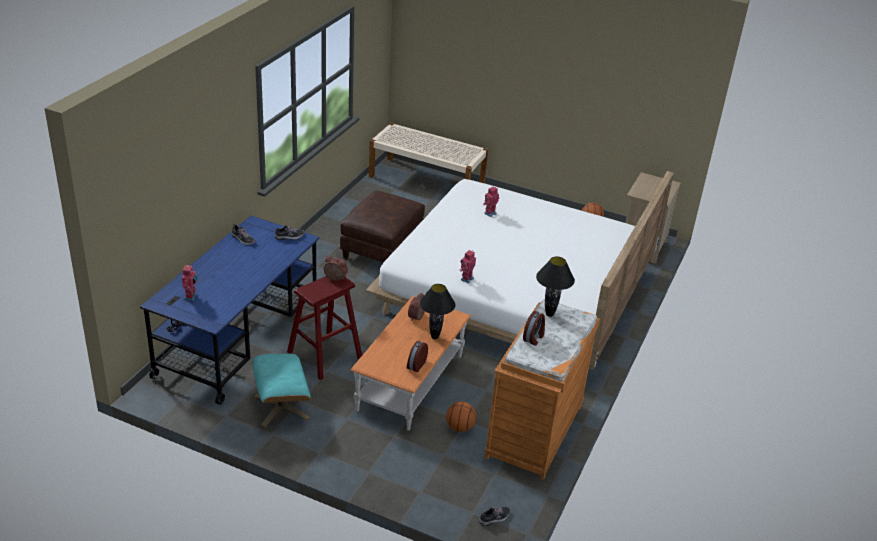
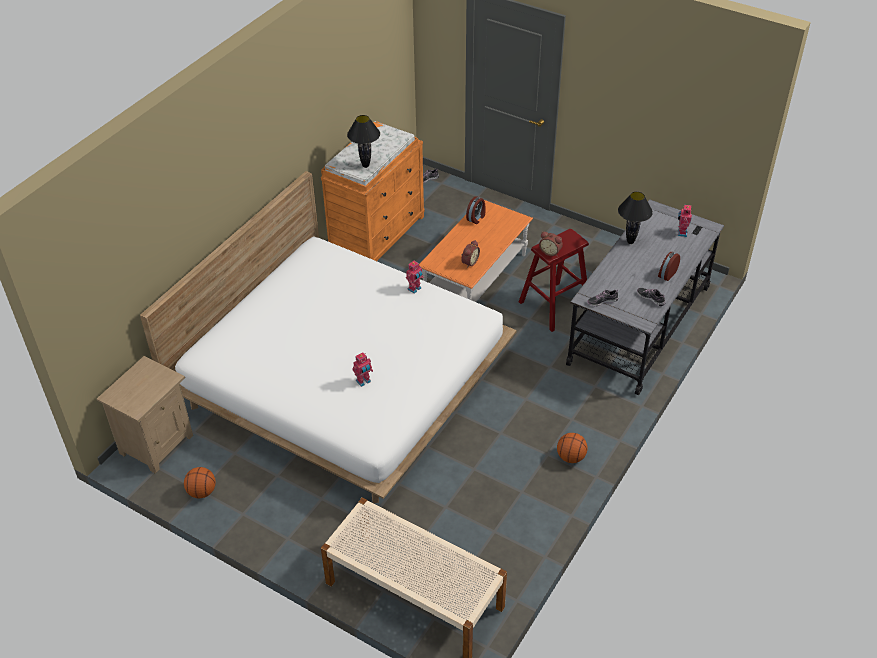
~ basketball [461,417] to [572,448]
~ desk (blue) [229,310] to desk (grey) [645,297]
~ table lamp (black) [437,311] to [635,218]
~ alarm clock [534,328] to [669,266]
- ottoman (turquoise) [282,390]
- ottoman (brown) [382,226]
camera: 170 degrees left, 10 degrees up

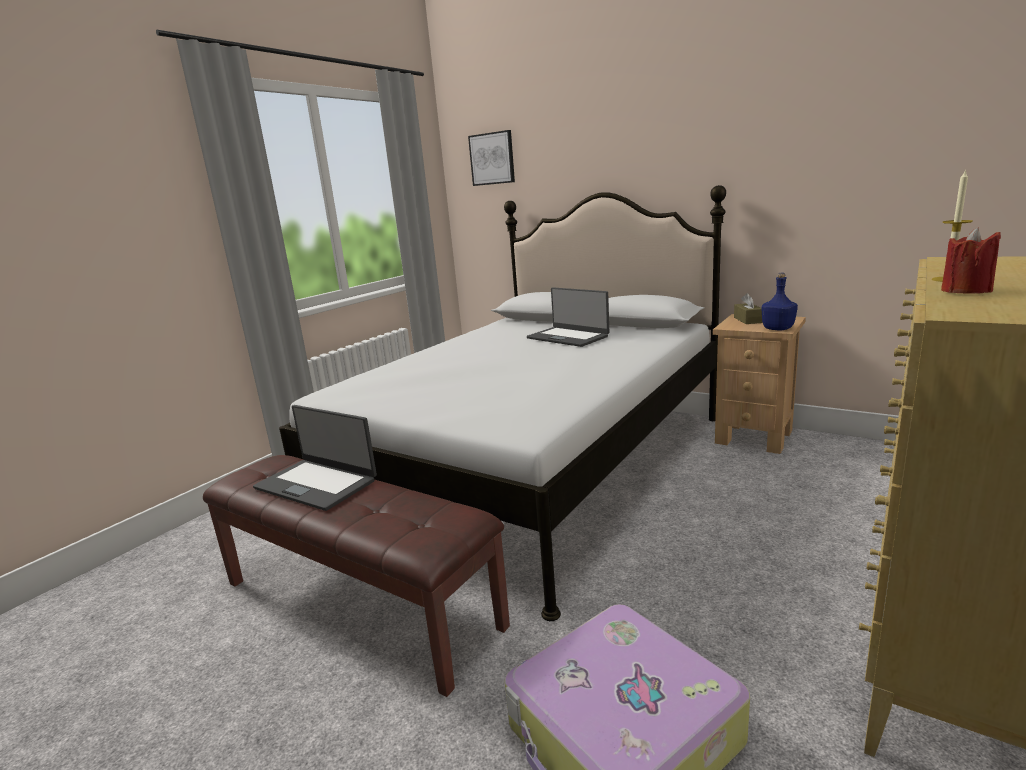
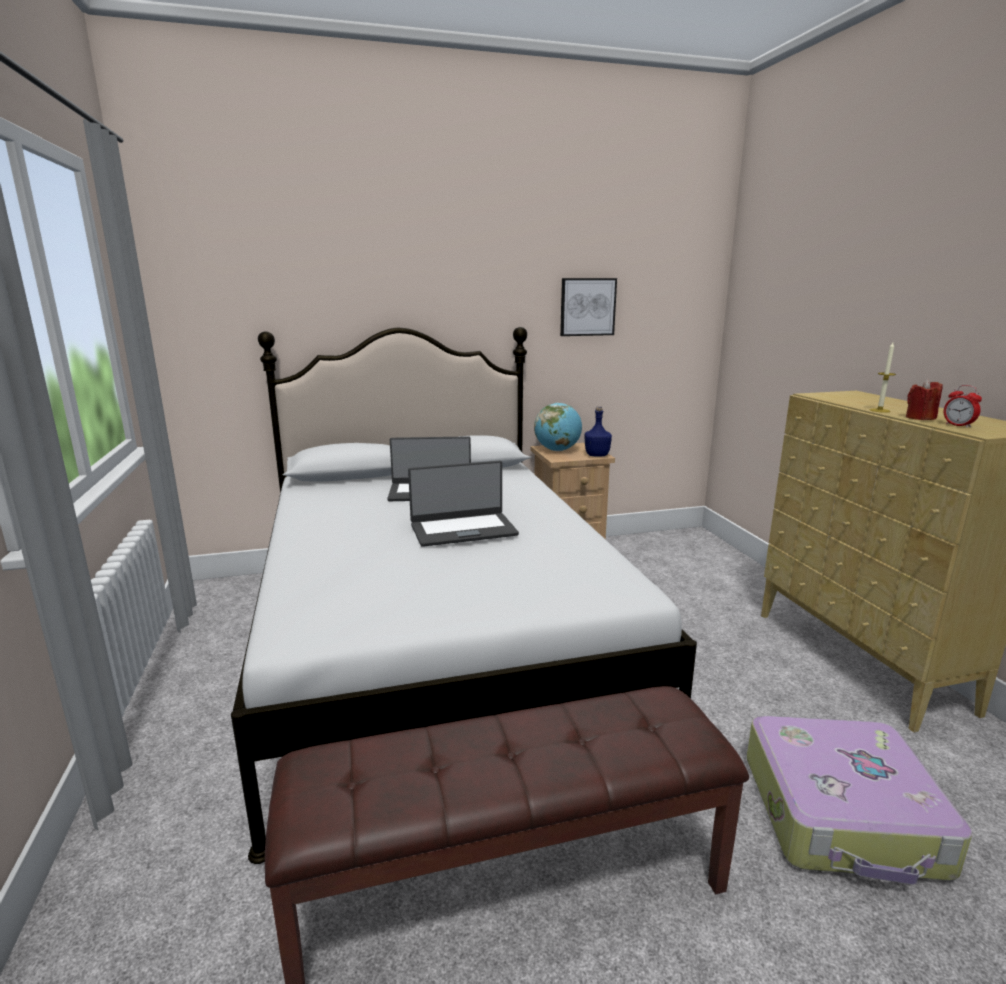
~ laptop [315,458] to [463,504]
~ tissue box (brown) [748,308] to globe [558,427]
~ picture [491,158] to [588,307]
+ alarm clock [963,406]
camera: 50 degrees left, 0 degrees up

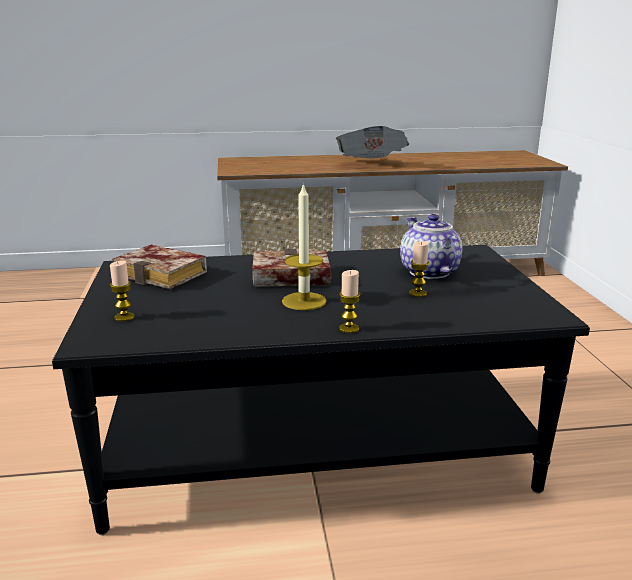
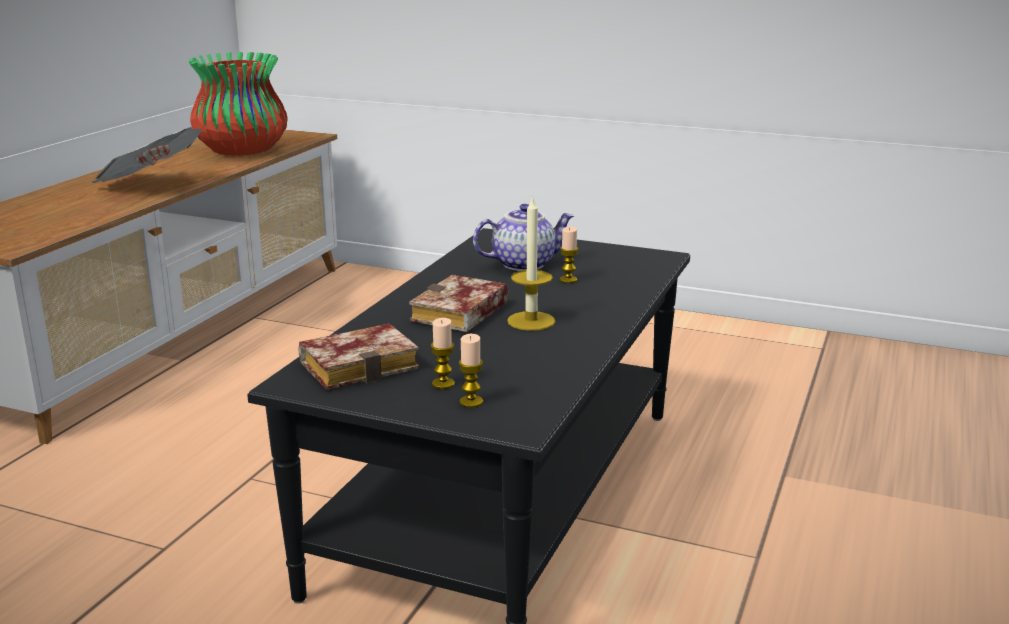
+ vase [238,104]
~ candle [349,301] to [443,353]
~ teapot [431,246] = [523,237] 150 degrees clockwise
camera: 60 degrees left, 0 degrees up

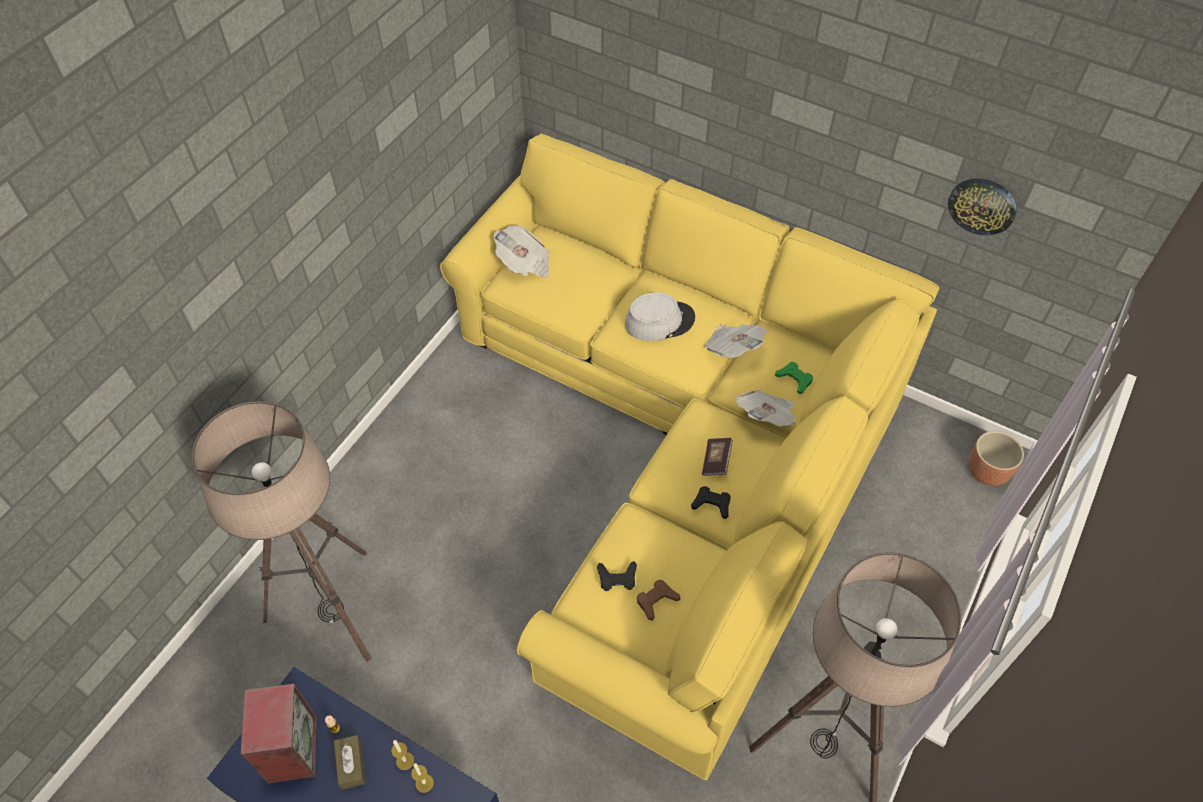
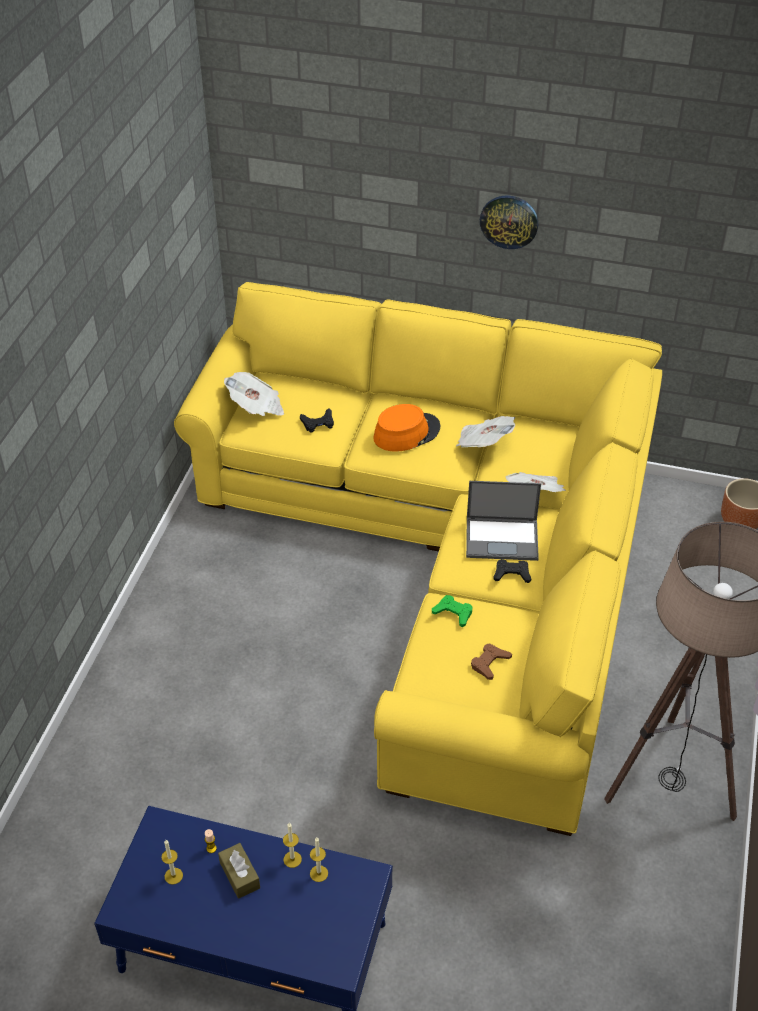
~ speaker [279,733] to candle [172,862]
~ game controller (black) [617,576] to [317,420]
~ hat (grey) [660,316] to hat (orange) [406,428]
~ game controller (green) [794,378] to [452,611]
~ book [717,457] to laptop [503,521]
~ wall clock [982,207] to [509,222]
- floor lamp [282,531]
camera: 15 degrees left, 10 degrees down

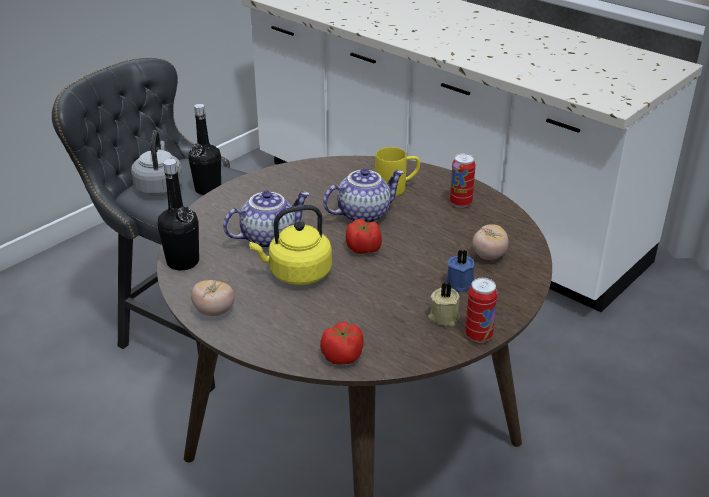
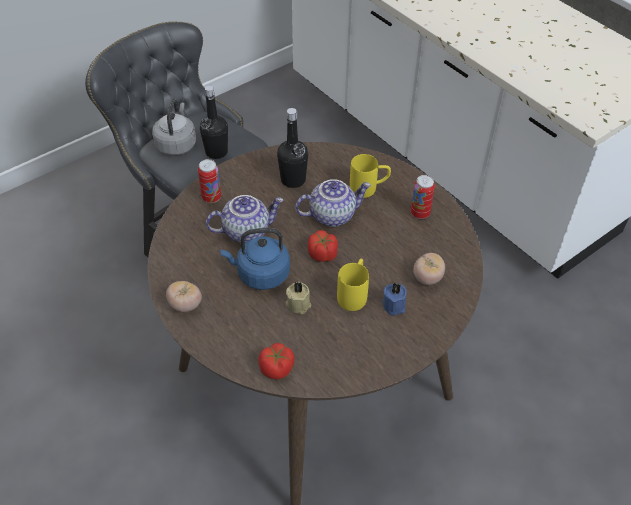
~ can [481,310] to [209,181]
~ kettle (yellow) [290,245] to kettle (blue) [255,259]
~ bottle (black) [178,214] to [292,148]
~ candle (beige) [444,304] to [298,298]
+ mug (yellow) [353,285]
camera: 10 degrees right, 15 degrees up

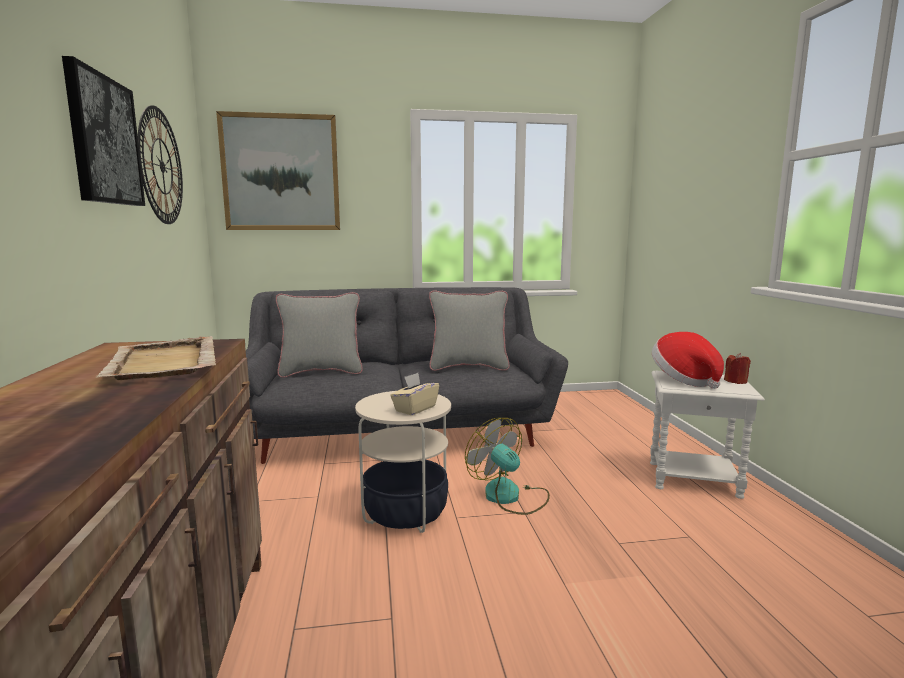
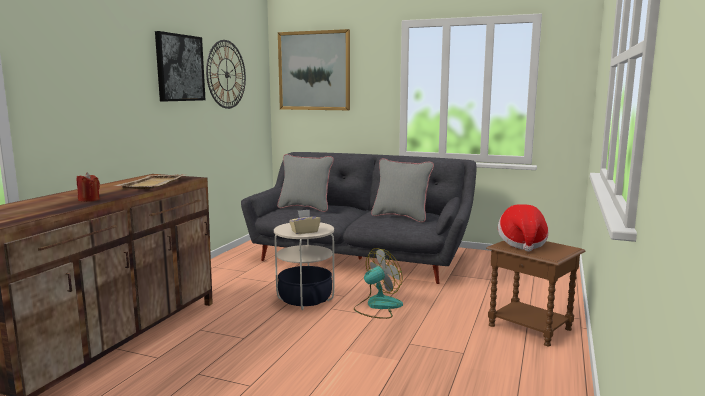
~ candle (red) [737,368] to [88,187]
~ fan [507,466] = [378,283] 60 degrees clockwise
~ side table (white) [707,434] to side table (brown) [536,293]
camera: 30 degrees right, 0 degrees up

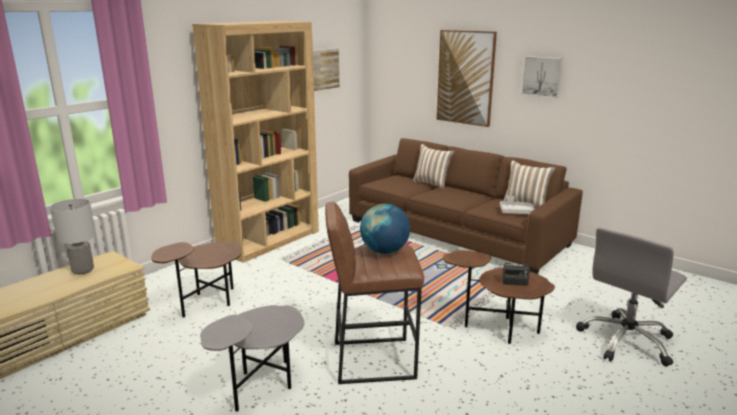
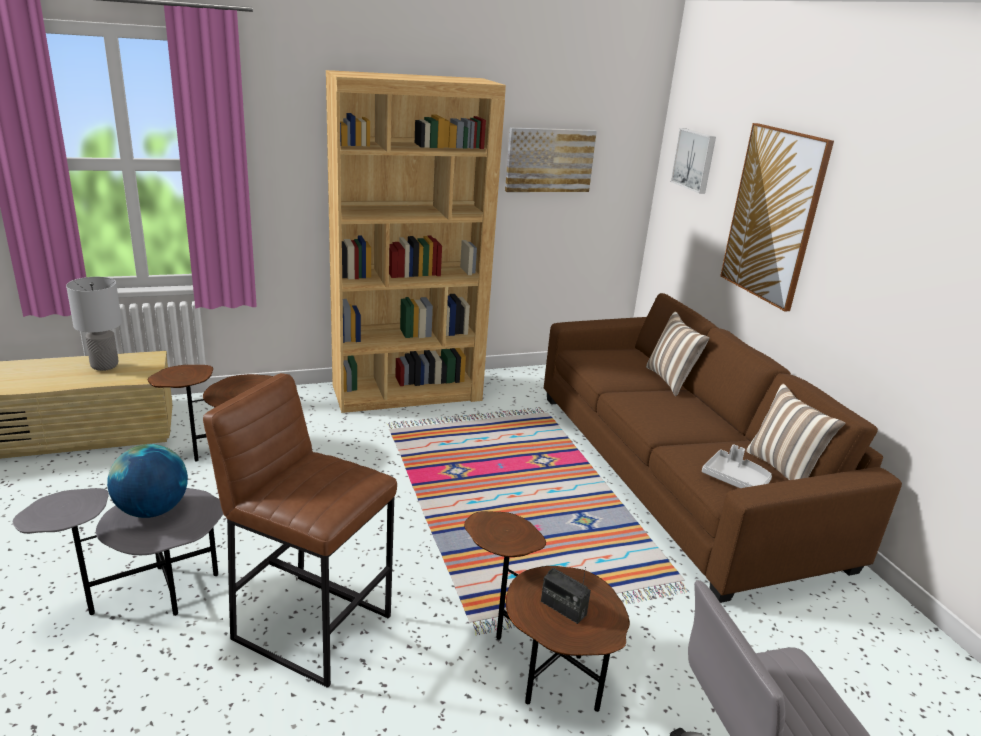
~ globe [385,229] to [147,481]
~ picture [542,77] to [693,160]
camera: 30 degrees right, 5 degrees up

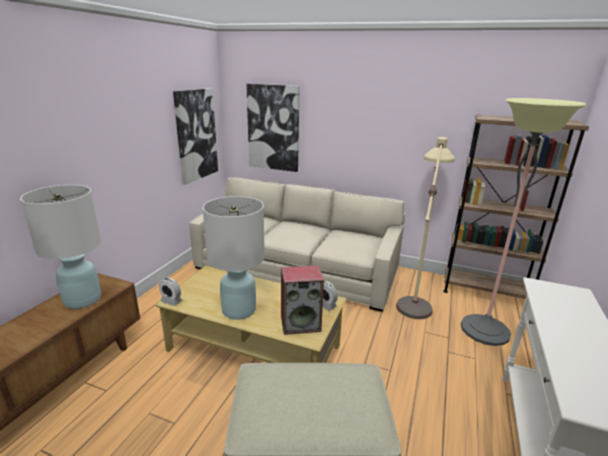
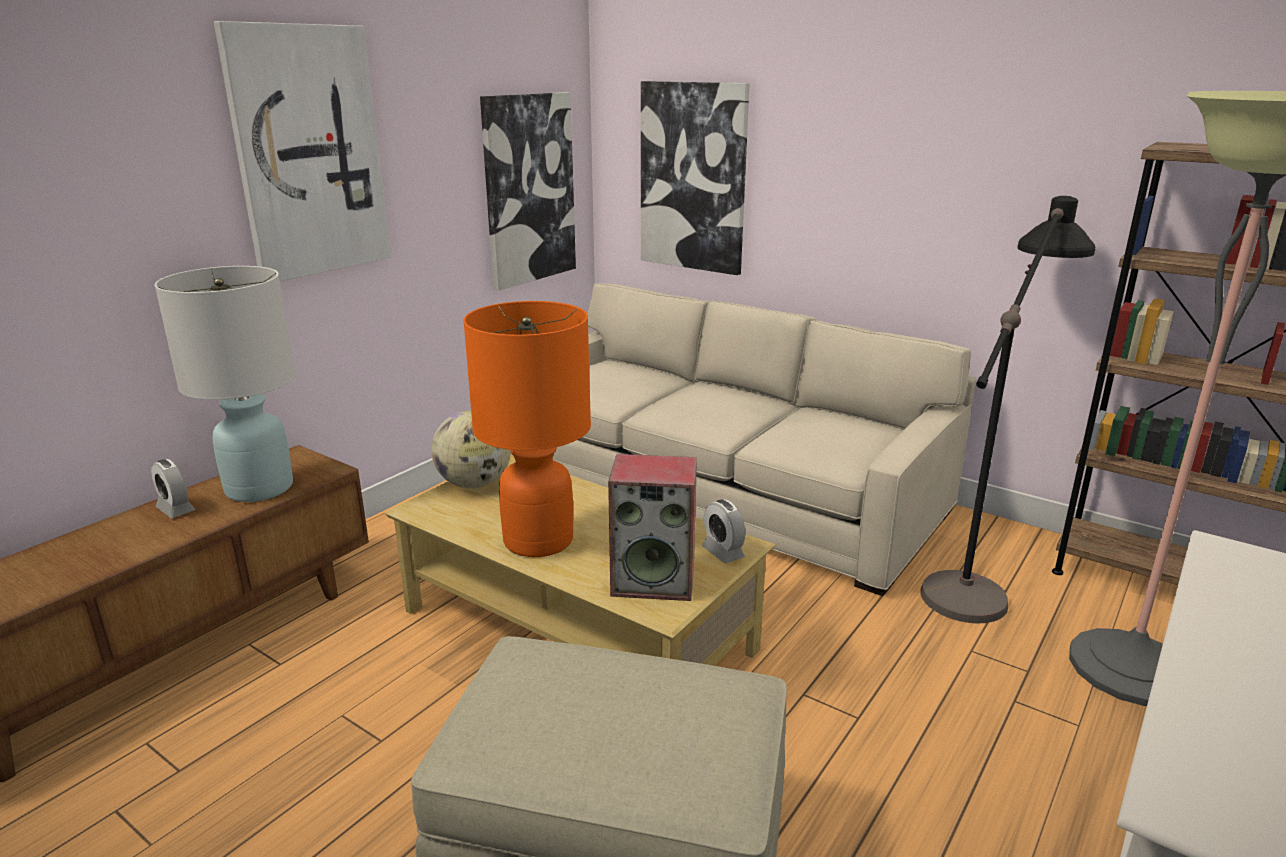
~ alarm clock [170,292] to [173,488]
+ picture [302,151]
+ globe [471,450]
~ table lamp (white) [234,258] to table lamp (orange) [527,429]
~ floor lamp (beige) [425,228] to floor lamp (black) [1007,409]
camera: 15 degrees right, 0 degrees up

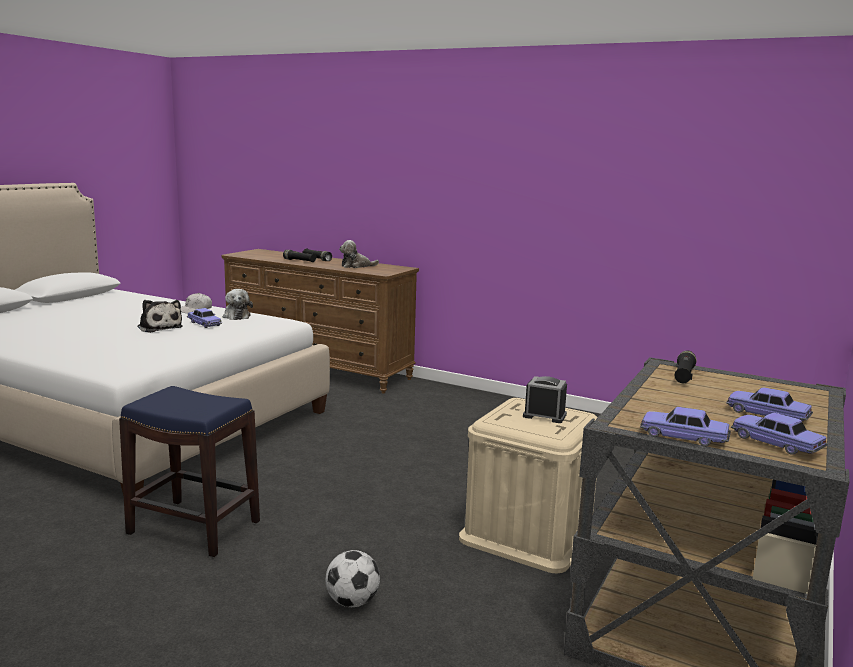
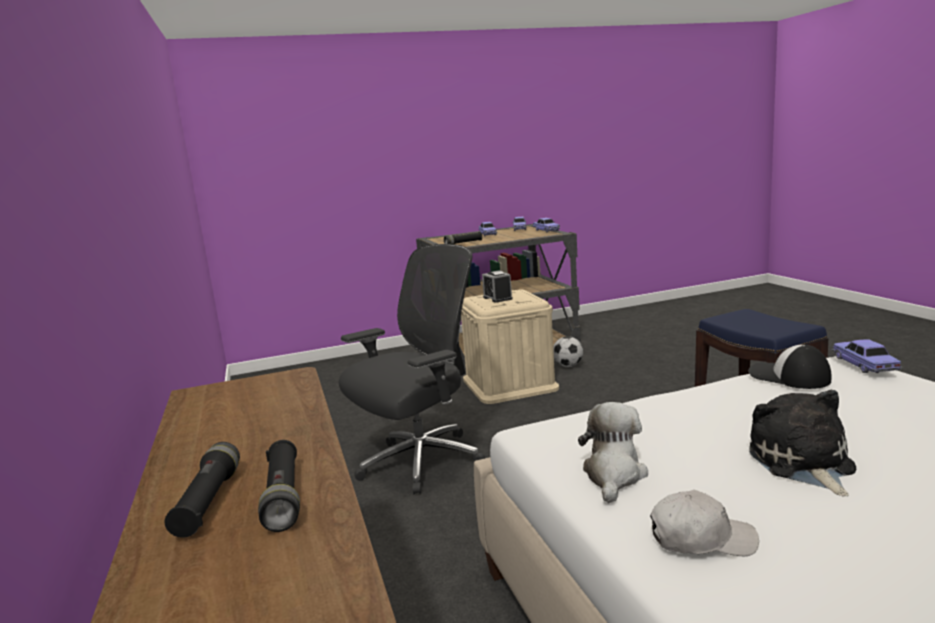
+ office chair [412,369]
~ football [352,578] to [568,351]
+ cap [789,367]
~ toy car [204,318] to [867,356]
- plush toy [359,254]
camera: 135 degrees left, 0 degrees up

